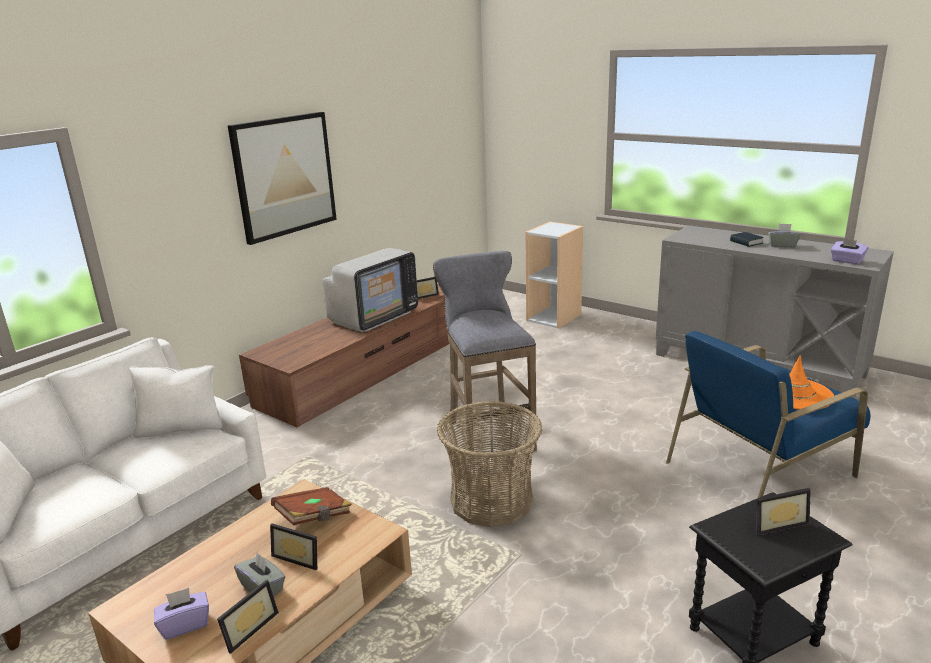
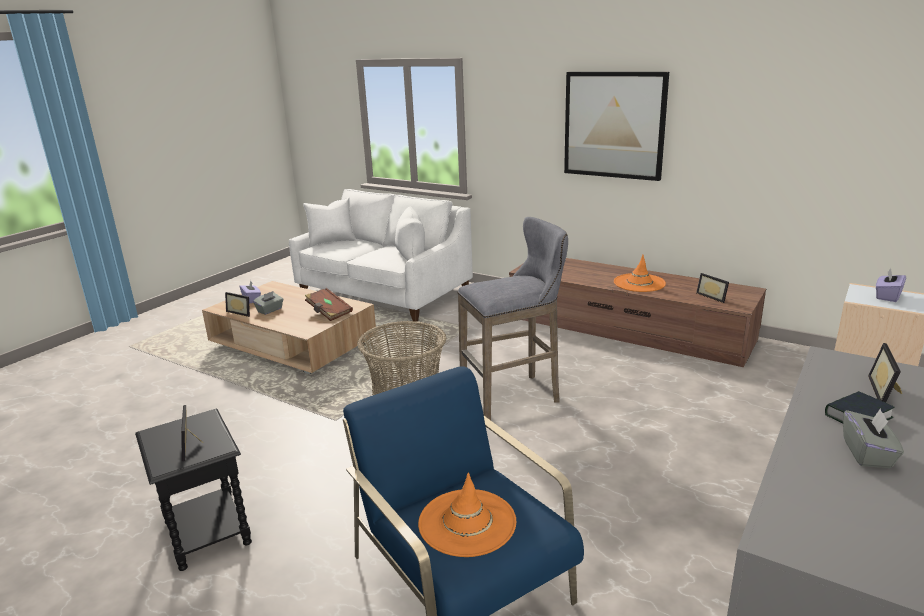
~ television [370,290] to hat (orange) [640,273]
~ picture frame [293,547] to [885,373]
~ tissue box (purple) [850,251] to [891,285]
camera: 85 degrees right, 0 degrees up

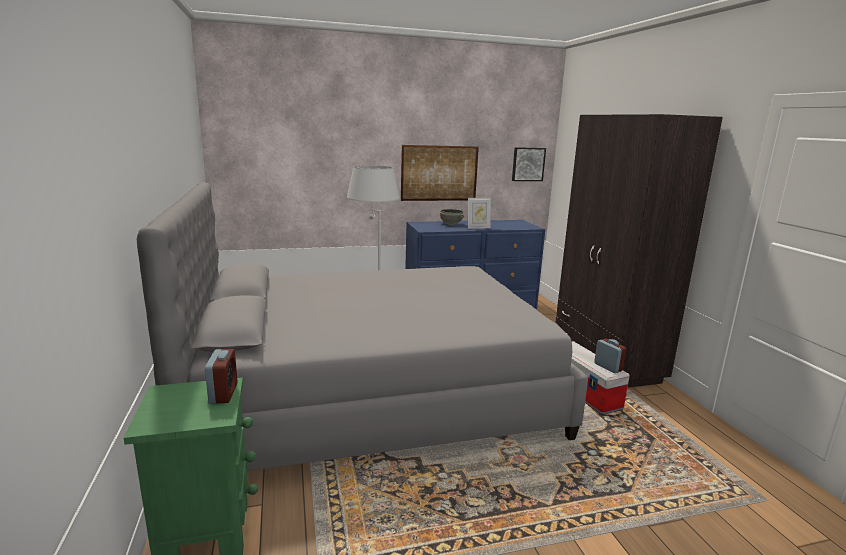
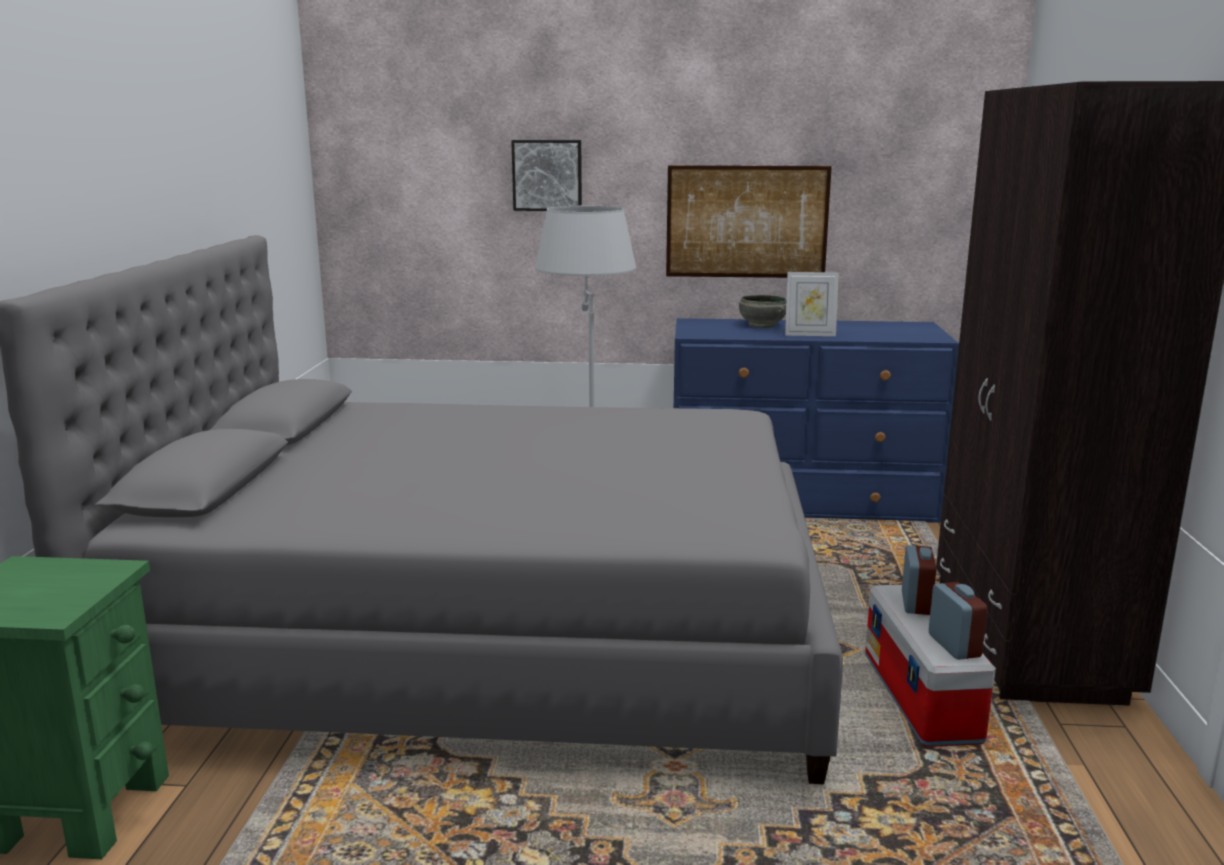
~ picture [529,164] to [546,175]
~ alarm clock [221,376] to [919,580]
camera: 20 degrees right, 0 degrees up

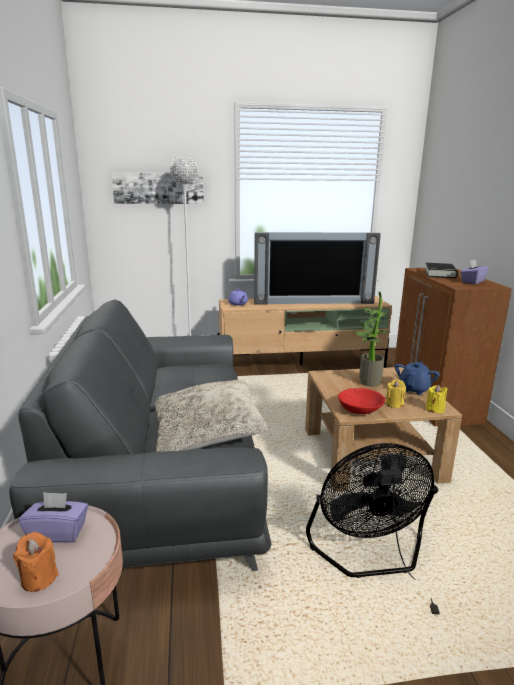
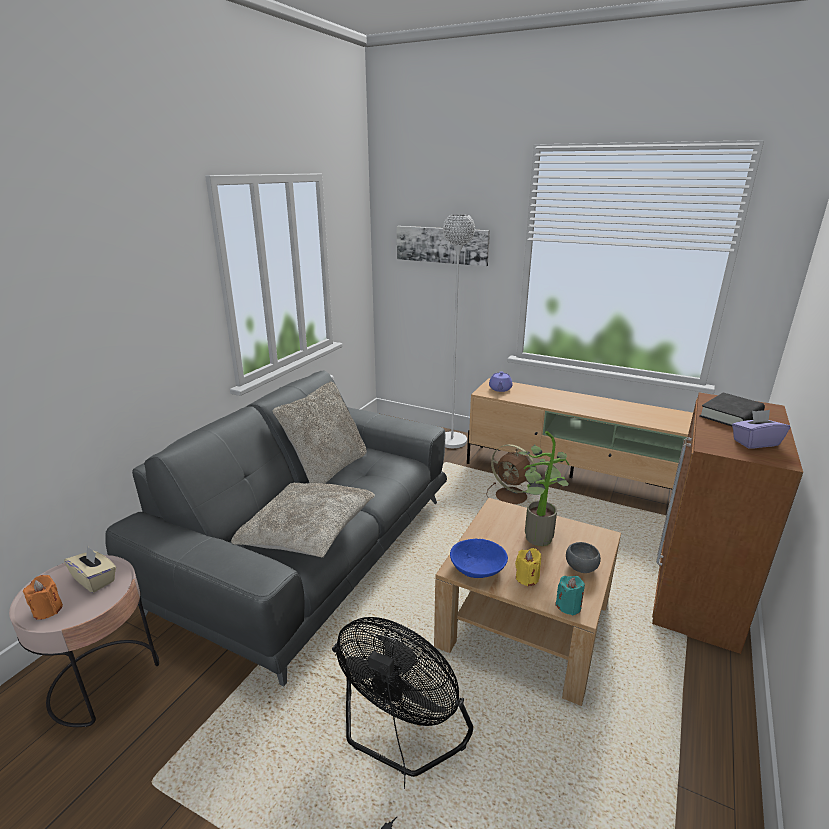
~ tissue box (purple) [53,517] to tissue box (beige) [90,569]
+ pillow (beige) [320,433]
~ bowl (red) [361,401] to bowl (blue) [479,558]
+ fan (brown) [511,474]
~ candle (yellow) [436,399] to candle (turquoise) [570,595]
~ teapot (blue) [417,378] to bowl (grey) [583,557]
- television [317,268]
camera: 35 degrees right, 5 degrees up

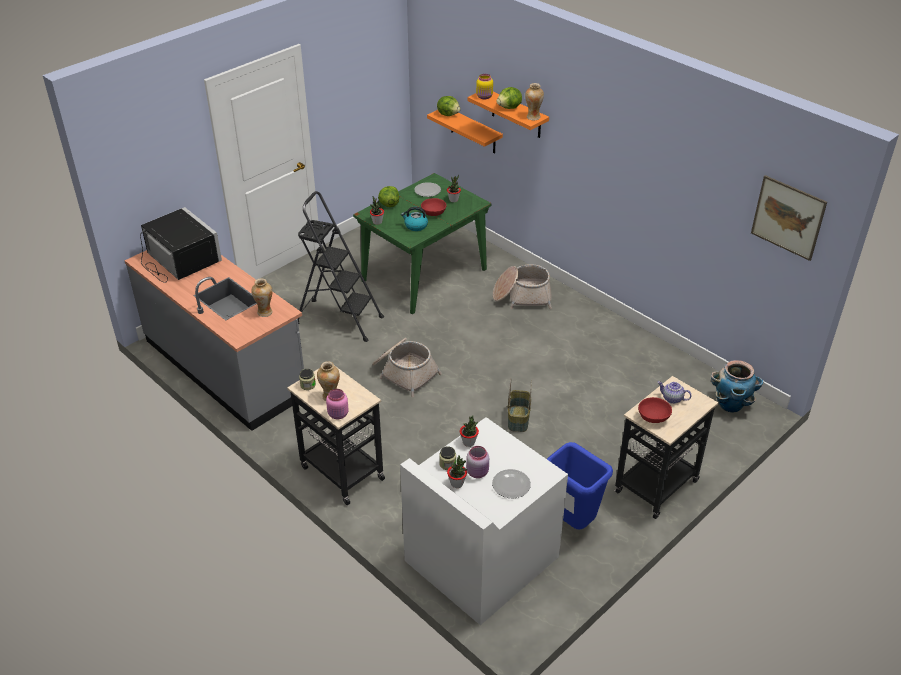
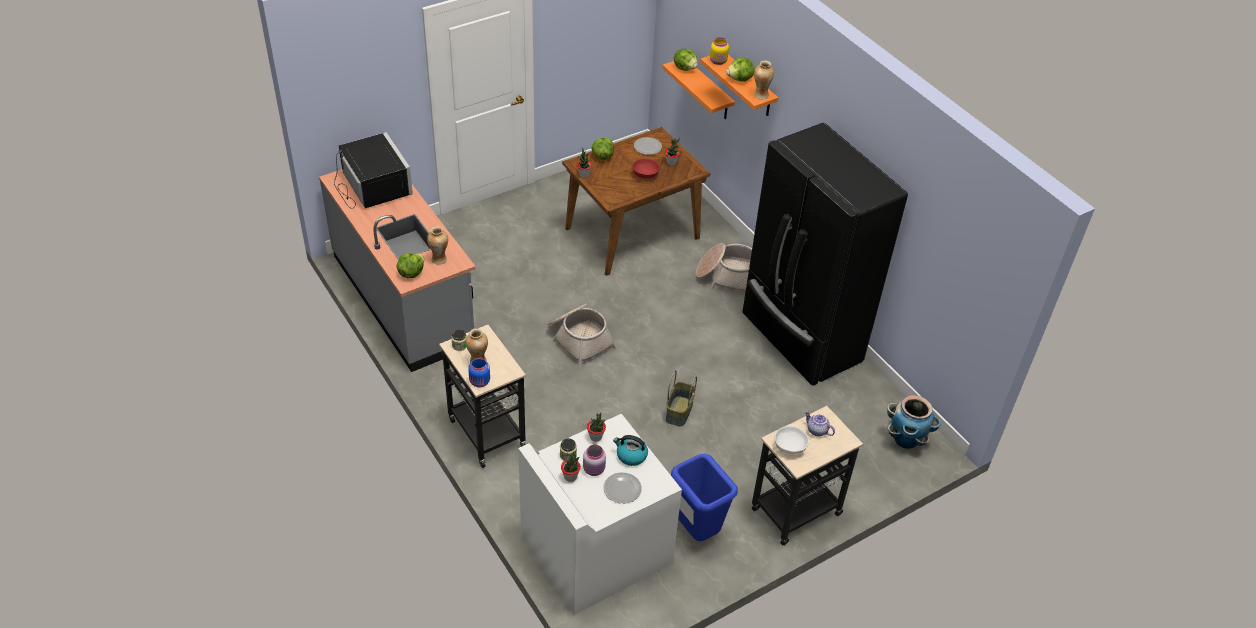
+ lettuce [410,265]
~ jar (pink) [337,404] to jar (blue) [479,372]
~ dining table (green) [422,243] to dining table (brown) [636,201]
~ kettle [414,219] to [630,450]
+ fridge (black) [825,254]
~ bowl (red) [655,410] to bowl (white) [792,440]
- step ladder [340,266]
- picture [789,218]
camera: 10 degrees right, 5 degrees up

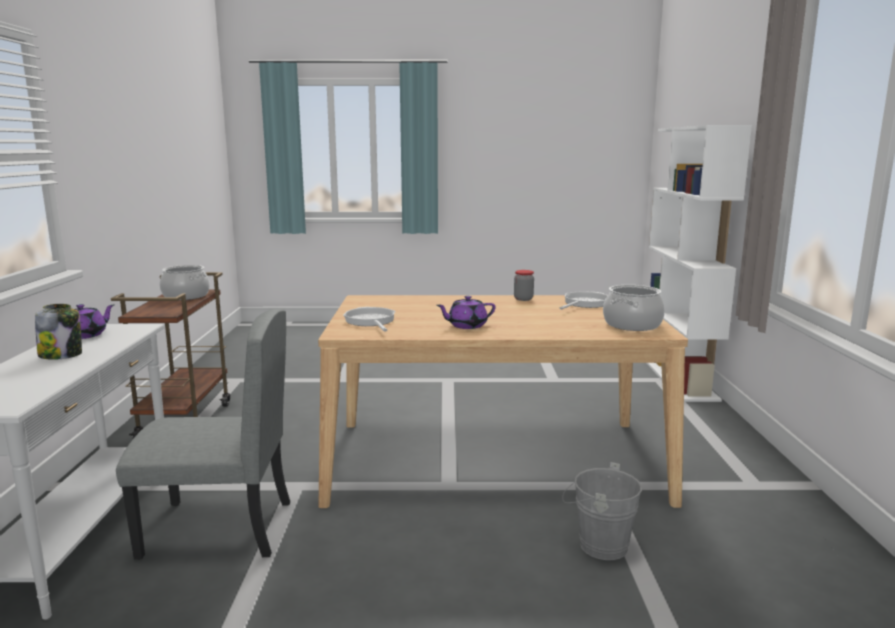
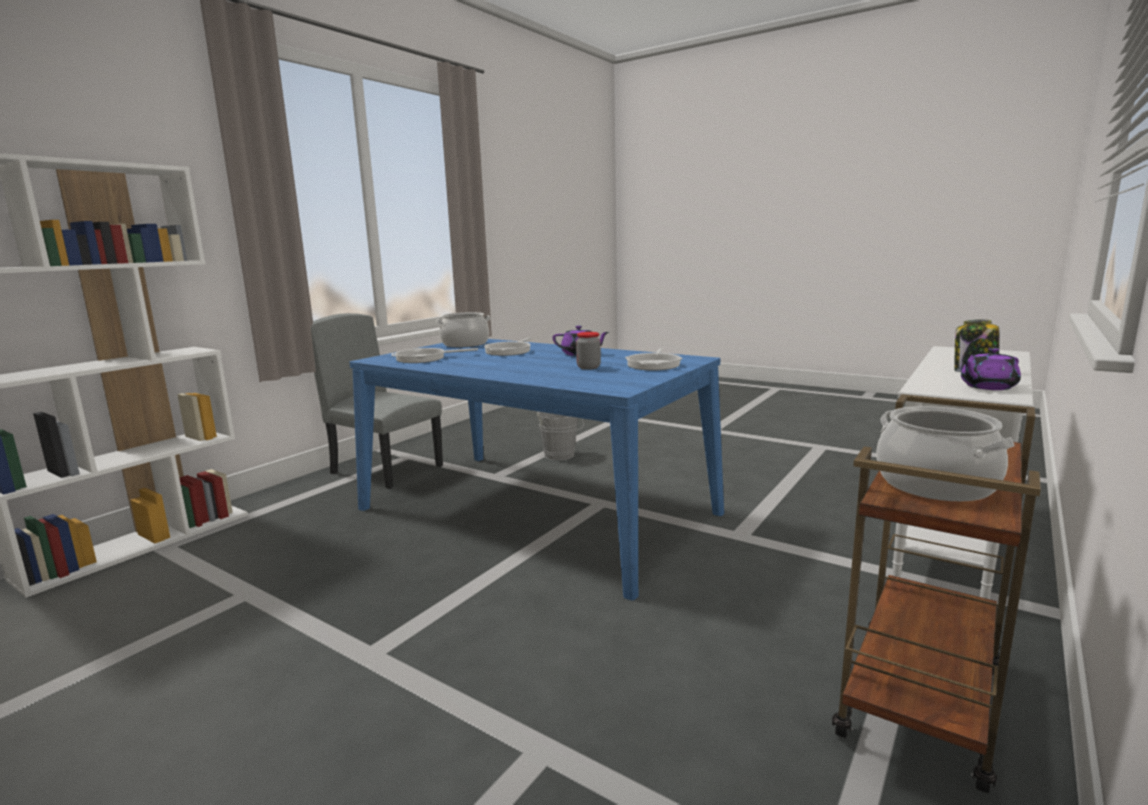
~ chair (grey) [203,434] to [377,401]
~ dining table (beige) [503,401] to dining table (blue) [536,469]
+ frying pan [507,346]
~ jar [524,285] to [588,351]
camera: 145 degrees left, 0 degrees up

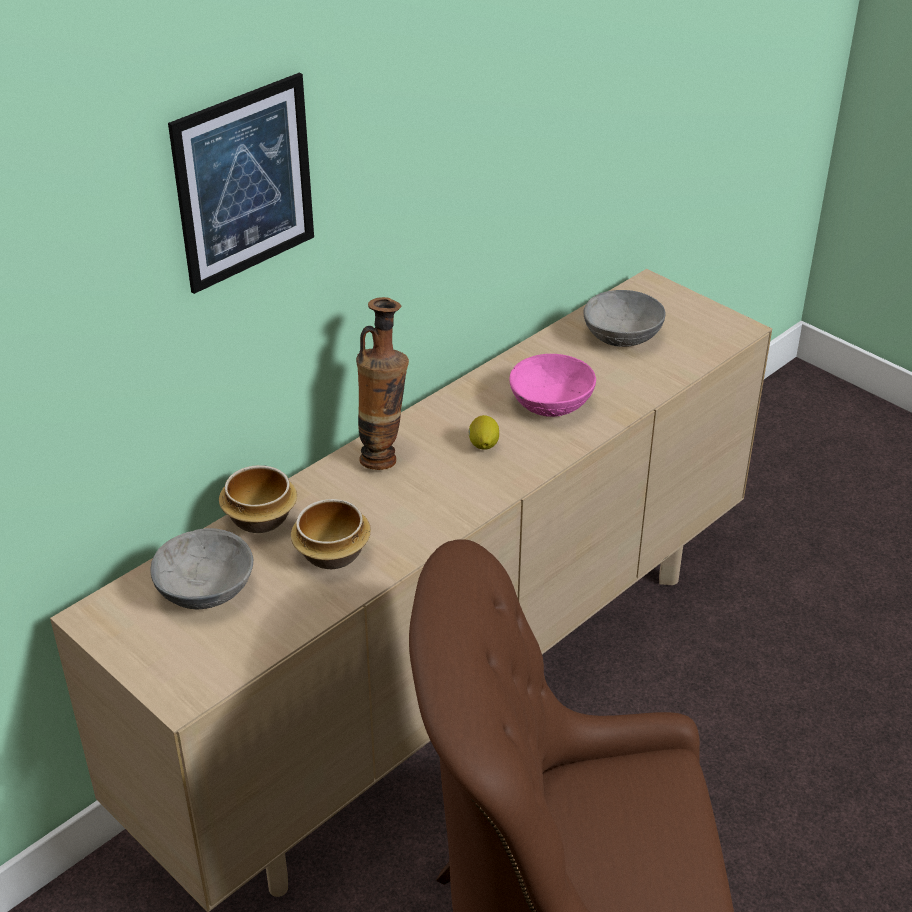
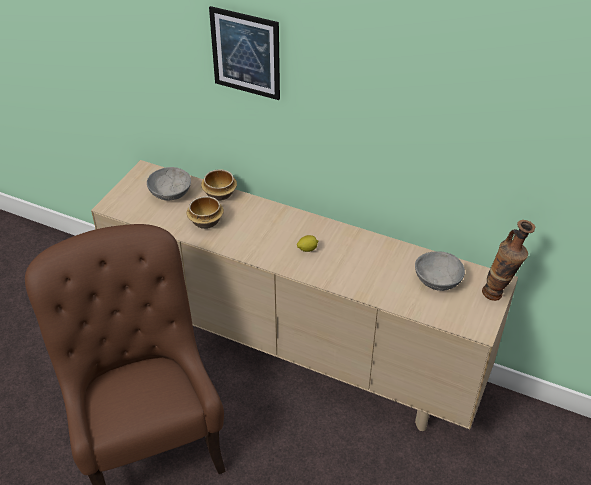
~ vase [382,383] to [508,260]
- bowl (pink) [553,385]
camera: 70 degrees right, 5 degrees up

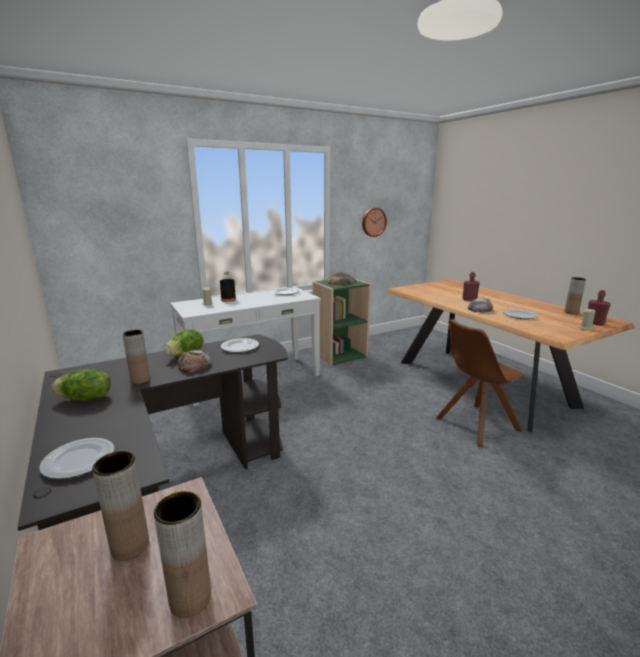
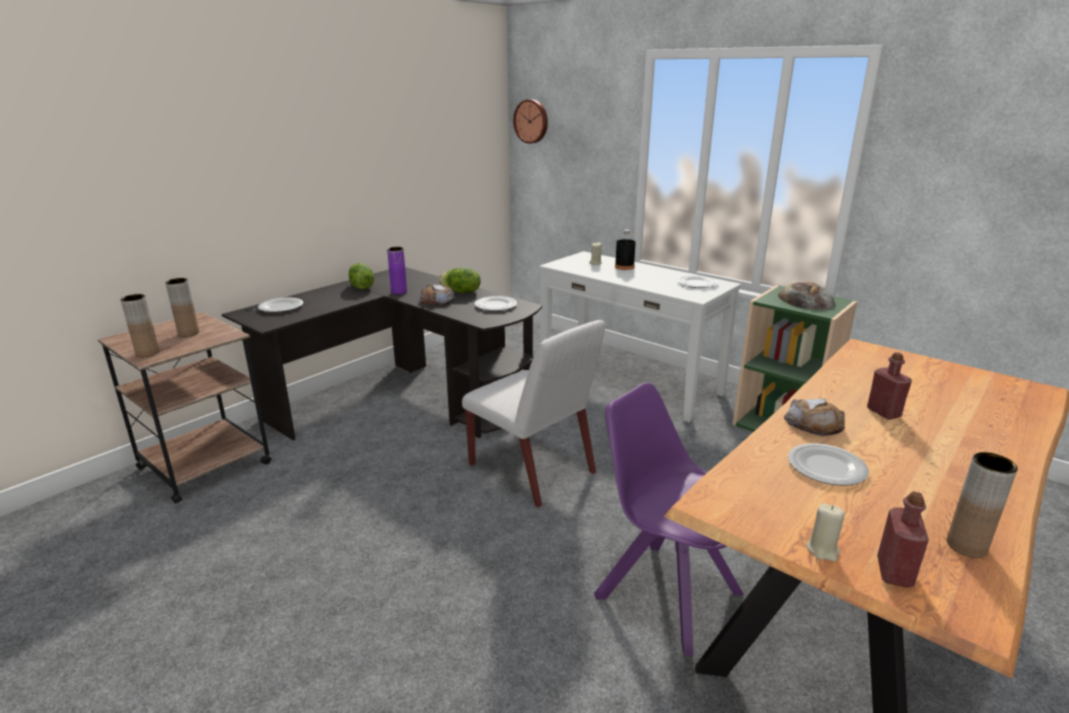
~ vase (brown) [136,357] to vase (purple) [397,270]
+ chair (white) [533,414]
~ wall clock [374,222] to [530,121]
~ chair (brown) [480,383] to chair (purple) [669,519]
camera: 70 degrees right, 5 degrees up

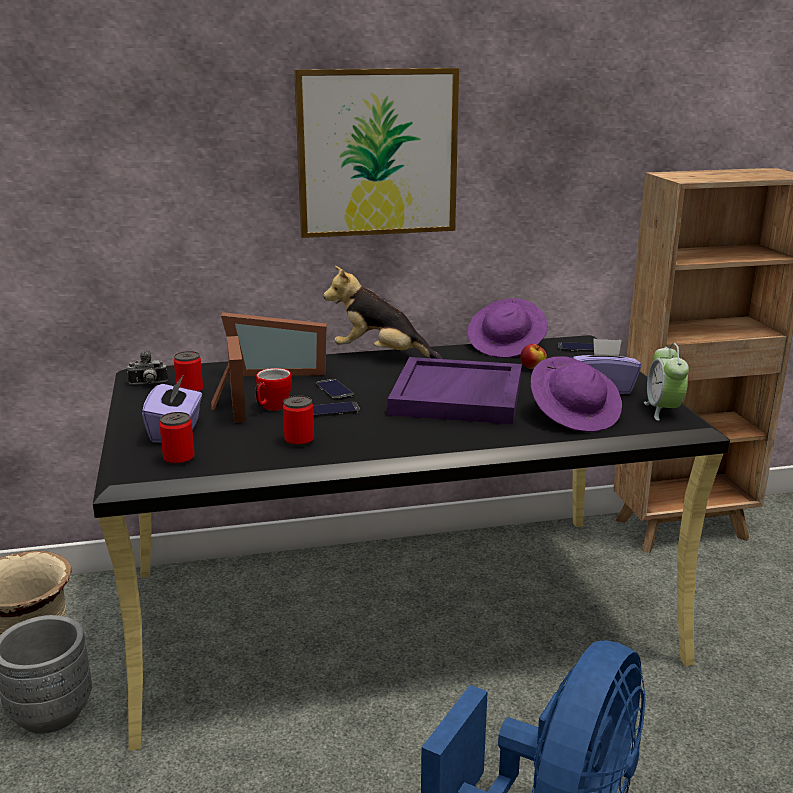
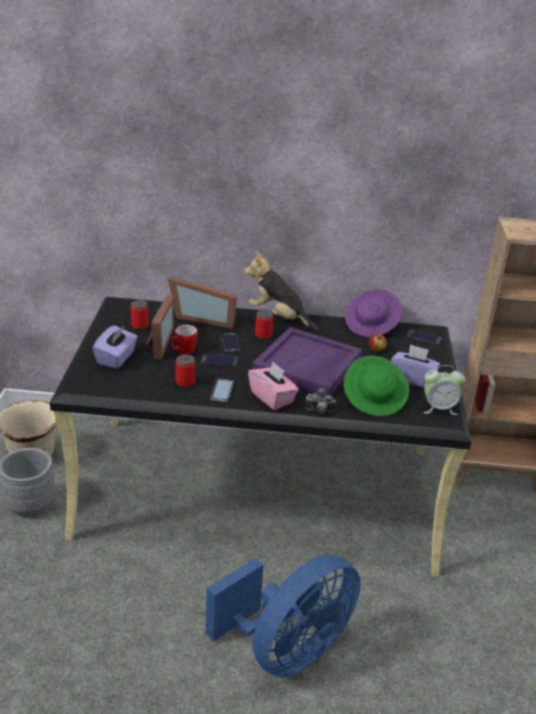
+ phone [222,390]
+ tissue box (pink) [273,386]
~ can [177,439] to [264,324]
~ photo camera [147,368] to [320,400]
~ hat (purple) [576,394] to hat (green) [376,386]
~ alarm clock [666,382] = [445,390] 105 degrees counterclockwise
- picture [376,153]
camera: 15 degrees right, 10 degrees up

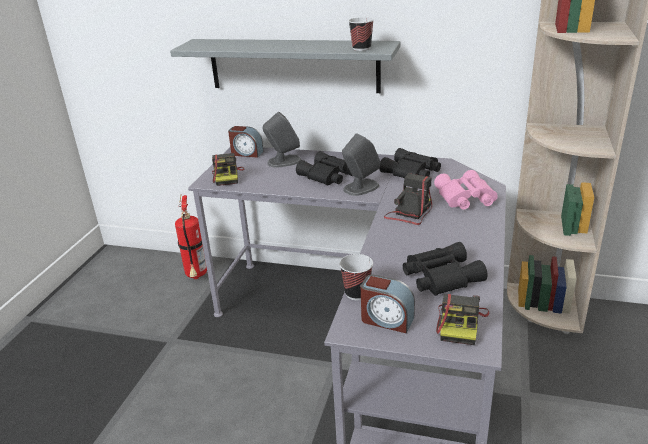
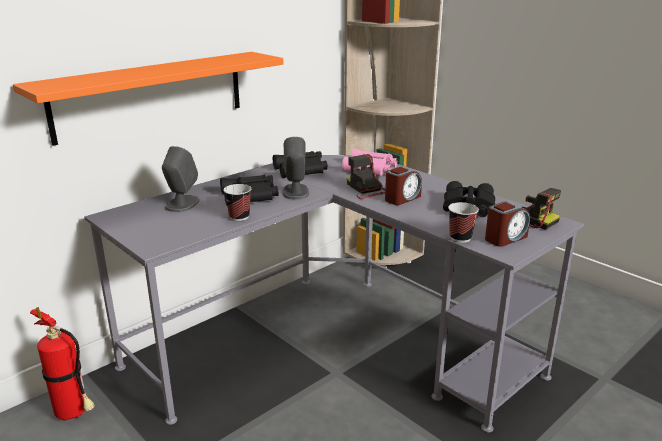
~ shelf (grey) [285,66] to shelf (orange) [148,99]
~ cup [361,34] to [237,202]
~ alarm clock [246,141] to [403,186]
- photo camera [228,169]
camera: 60 degrees left, 5 degrees down

